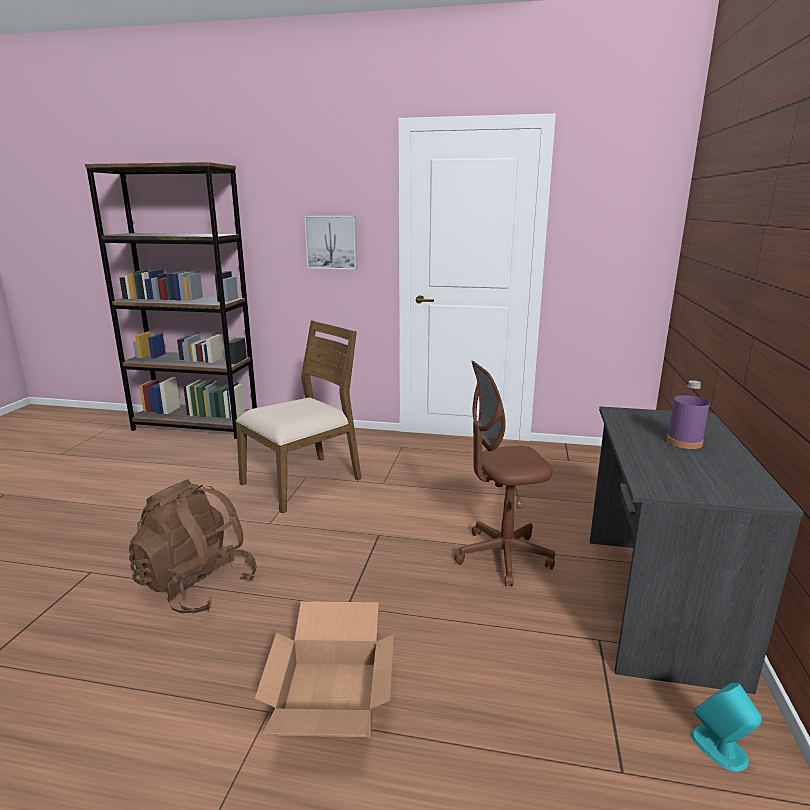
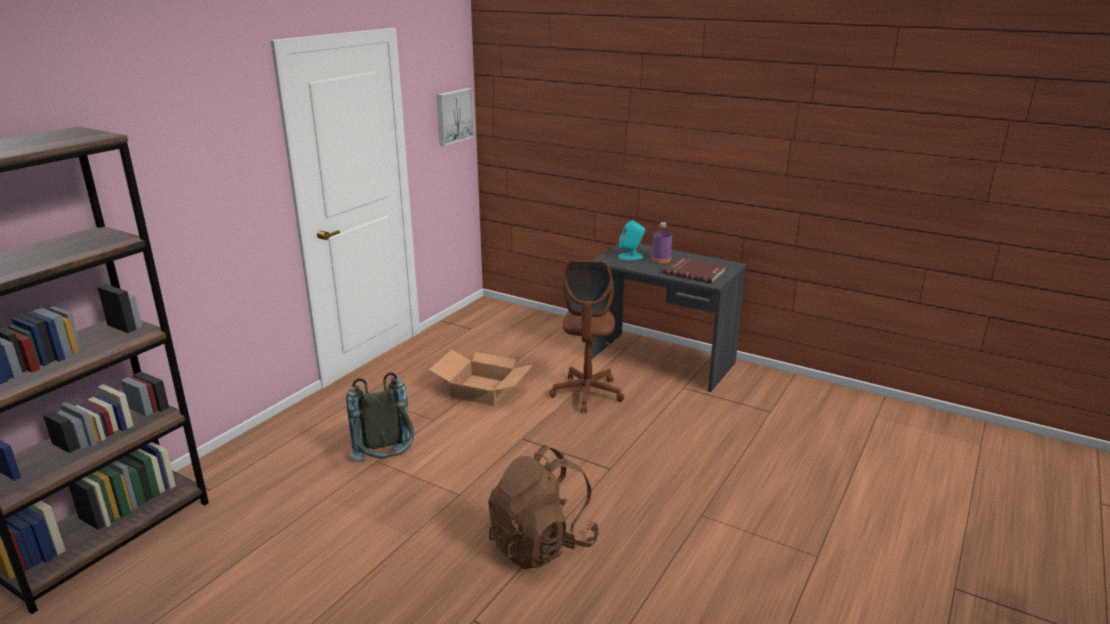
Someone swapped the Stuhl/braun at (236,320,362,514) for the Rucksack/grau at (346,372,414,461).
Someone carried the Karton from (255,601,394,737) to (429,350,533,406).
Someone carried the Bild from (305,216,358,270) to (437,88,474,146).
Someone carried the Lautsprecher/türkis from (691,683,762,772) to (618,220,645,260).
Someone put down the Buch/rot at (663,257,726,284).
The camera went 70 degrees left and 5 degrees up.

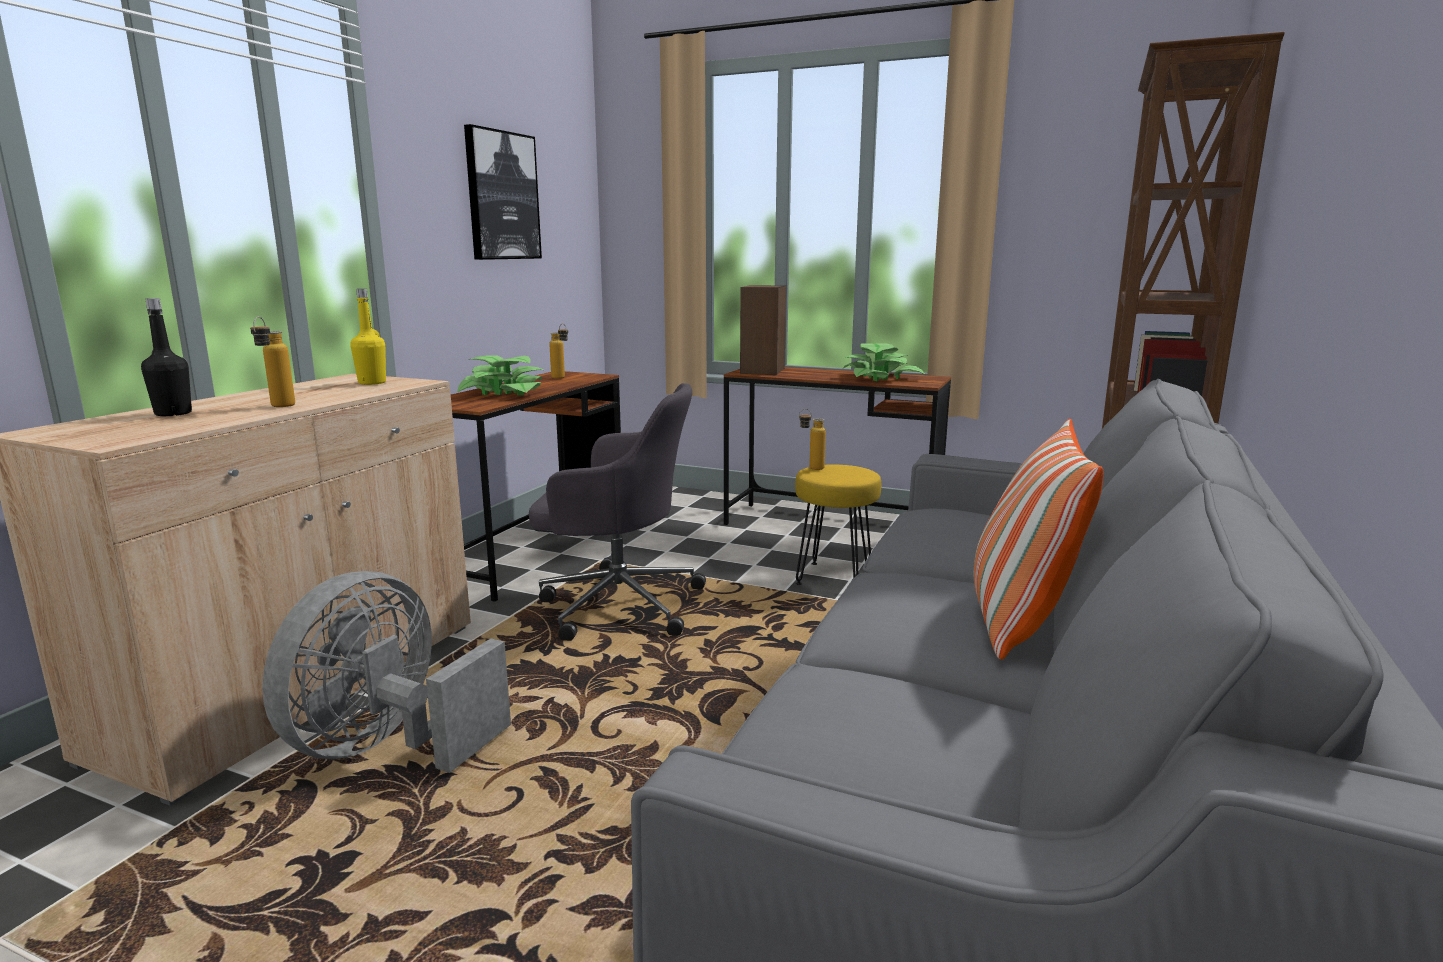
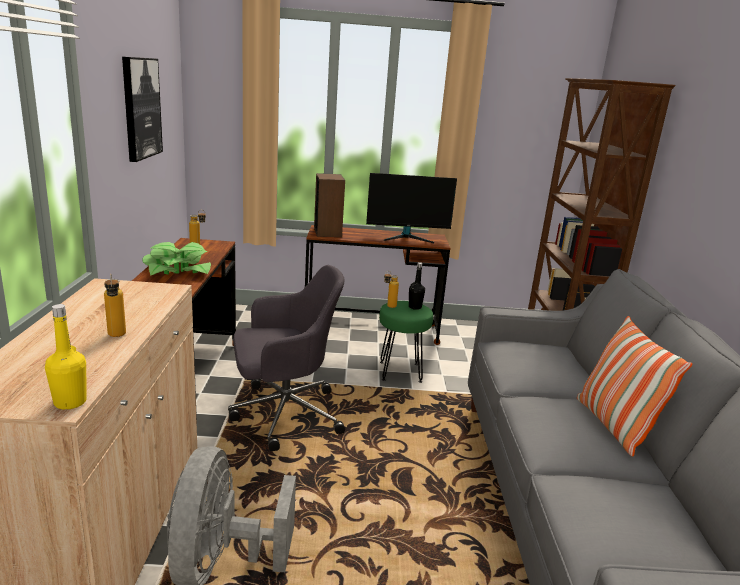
Someone carried the Flasche/gelb from (351,289,386,385) to (45,304,87,410).
Someone swapped the Topfpflanze at (843,343,925,381) for the Monitor at (366,173,457,243).
Someone repainted the Hocker/gelb at (795,464,881,585), which became the Hocker/grün at (379,301,433,383).
Someone carried the Flasche/schwarz from (141,298,192,416) to (409,262,425,310).
The camera went 25 degrees left and 5 degrees up.

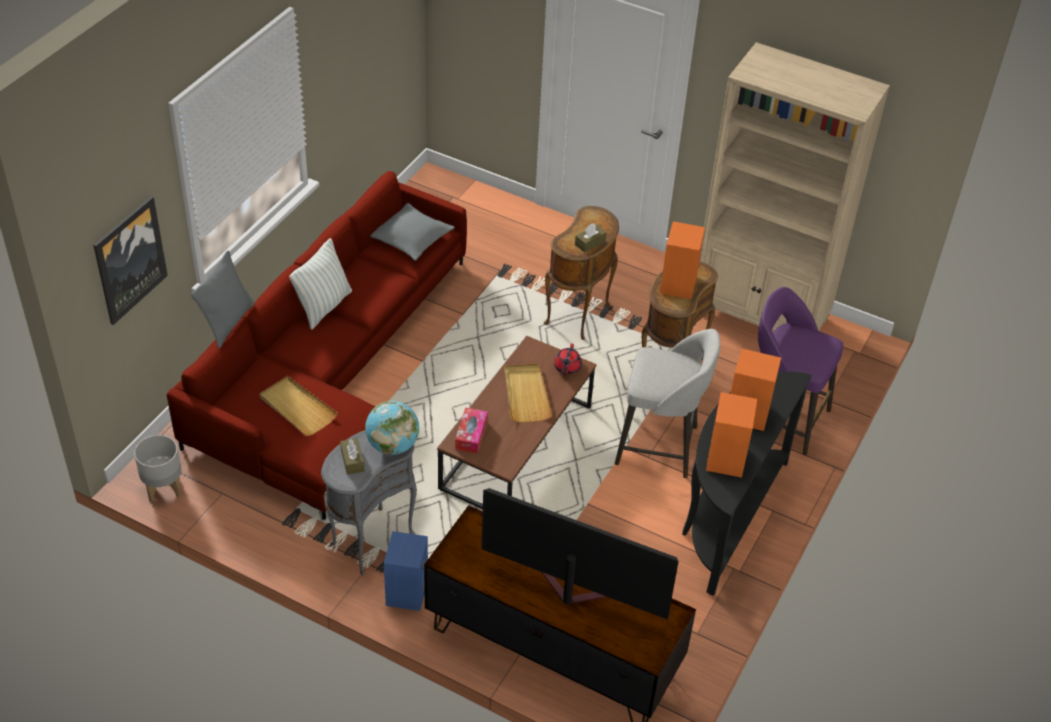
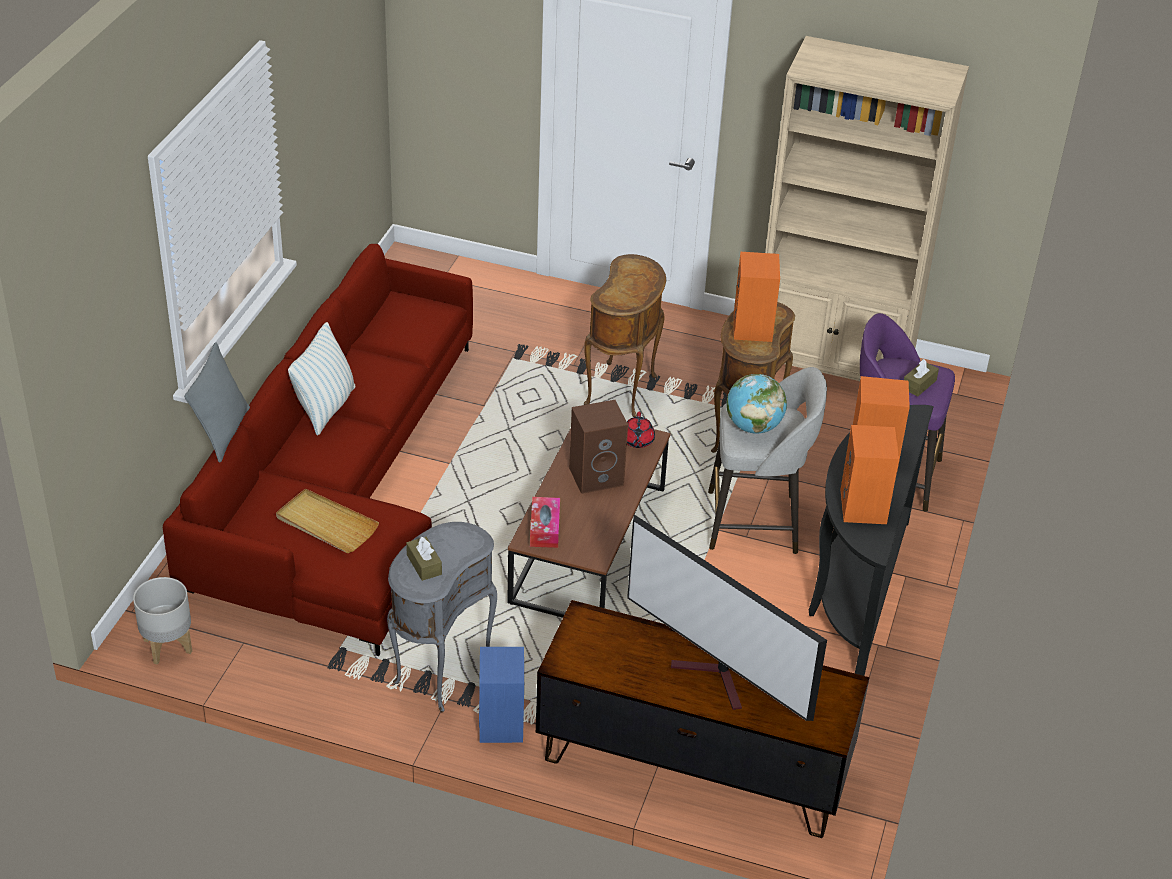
Someone swapped the Tablett/beige at (504,363,552,422) for the Lautsprecher/braun at (569,400,628,494).
Someone rotated the Fernseher at (482,488,679,620) by 150 degrees counterclockwise.
Someone carried the Globus from (365,401,419,455) to (727,374,787,434).
Someone carried the Taschentuchbox/braun from (575,223,607,253) to (904,359,939,396).
Someone took away the Bild at (93,196,168,325).
Someone took away the Kissen/grau at (371,203,455,261).
The camera went 10 degrees left and 5 degrees down.

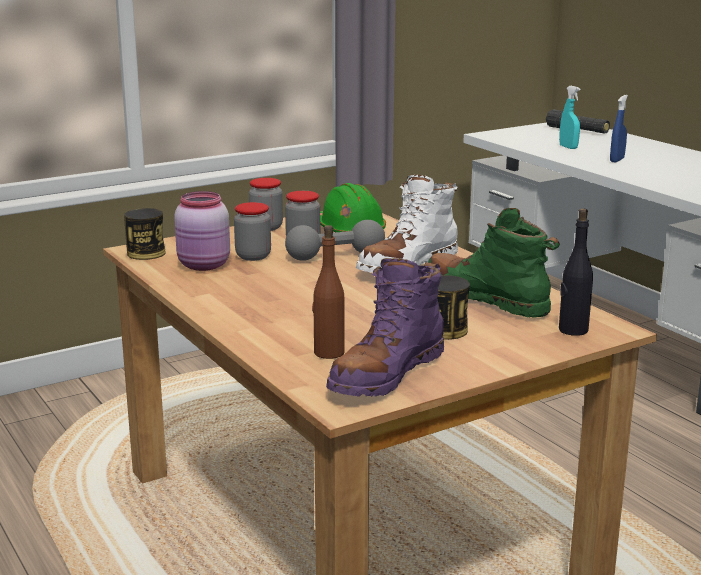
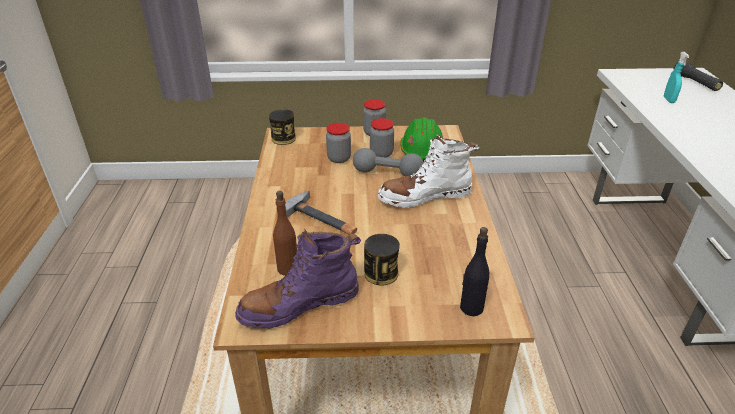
Someone put down the Hammer at (285,190,357,234).
Someone took away the Vorratsglas/rosa at (174,191,230,271).
Someone took away the Stiefel/grün at (428,208,560,318).
Someone took away the Sprühflasche/blau at (610,95,628,163).
The camera went 30 degrees right and 15 degrees up.

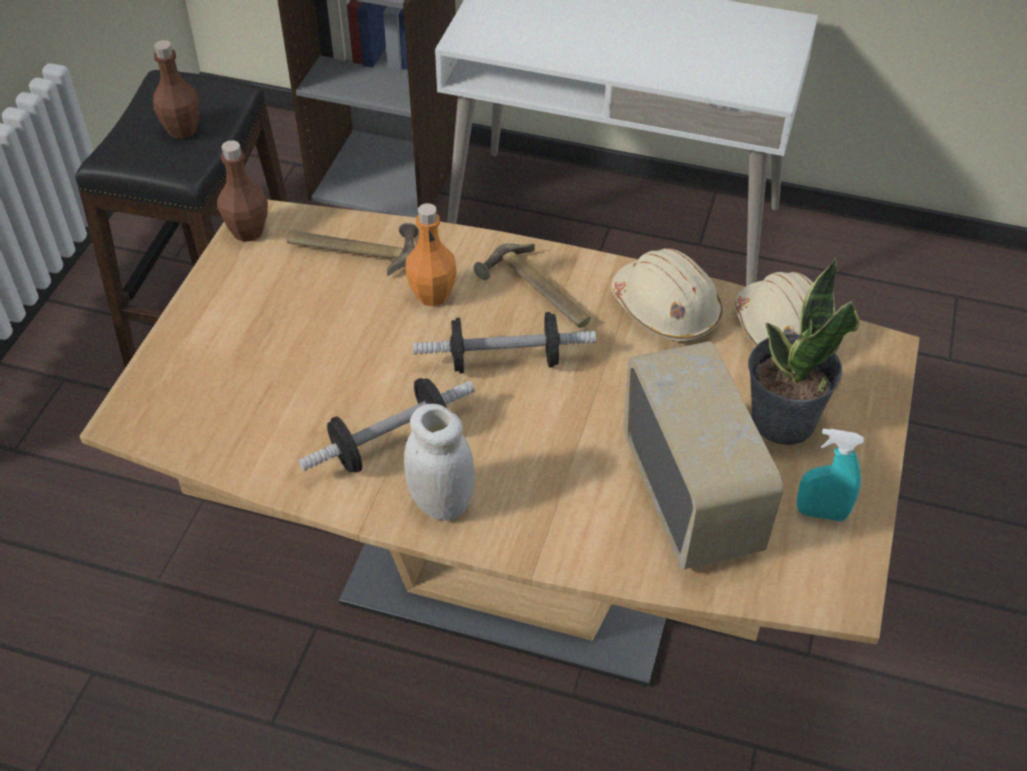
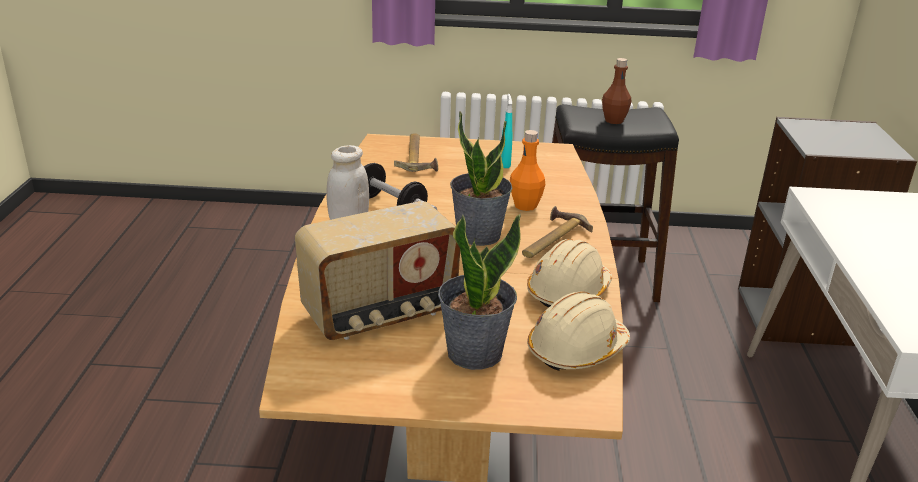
Someone carried the Hammer from (287,223,419,276) to (394,133,438,172).
Someone swapped the Hantel at (413,312,596,373) for the Topfpflanze at (450,111,512,246).
Someone carried the Sprühflasche/türkis from (797,428,864,521) to (501,94,512,168).
Someone took away the Flasche/braun at (217,140,268,242).
The camera went 75 degrees right and 20 degrees down.

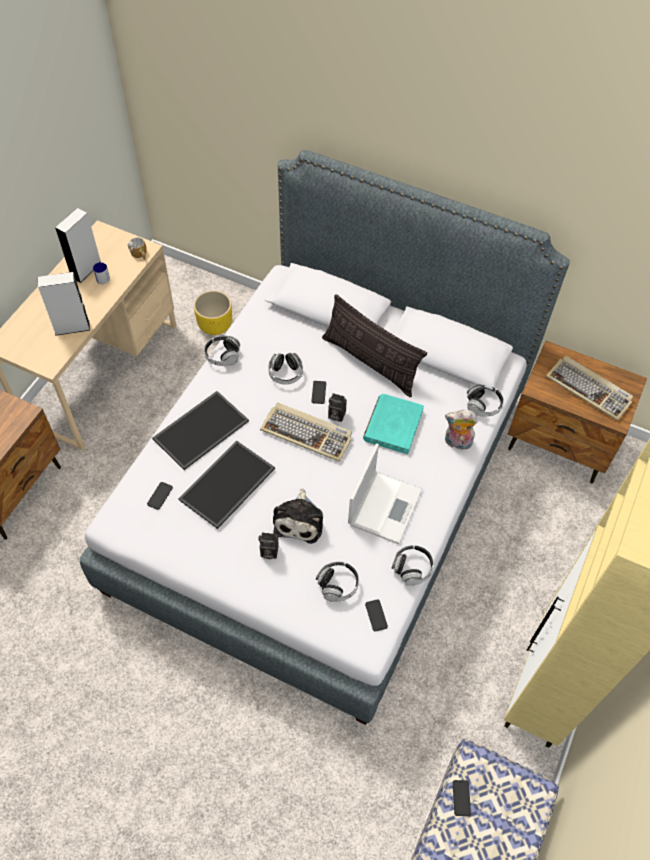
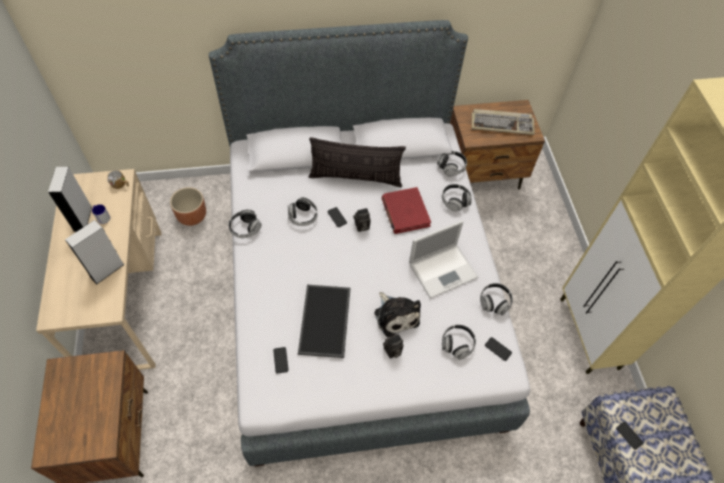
Someone repainted the Pflanzkübel/gelb at (194,290,232,335), which became the Pflanzkübel/braun at (170,187,206,226).
Someone repainted the Buch/türkis at (363,394,424,454), which became the Buch/rot at (382,187,431,234).
Someone rotated the Laptop at (348,444,423,544) by 75 degrees clockwise.
Someone swapped the Plüschtier at (445,410,478,450) for the Kopfhörer at (442,184,472,212).
Someone took away the Tablett at (152,391,249,470).
Someone took away the Tastatur at (260,403,352,462).
The camera went 35 degrees left and 0 degrees up.

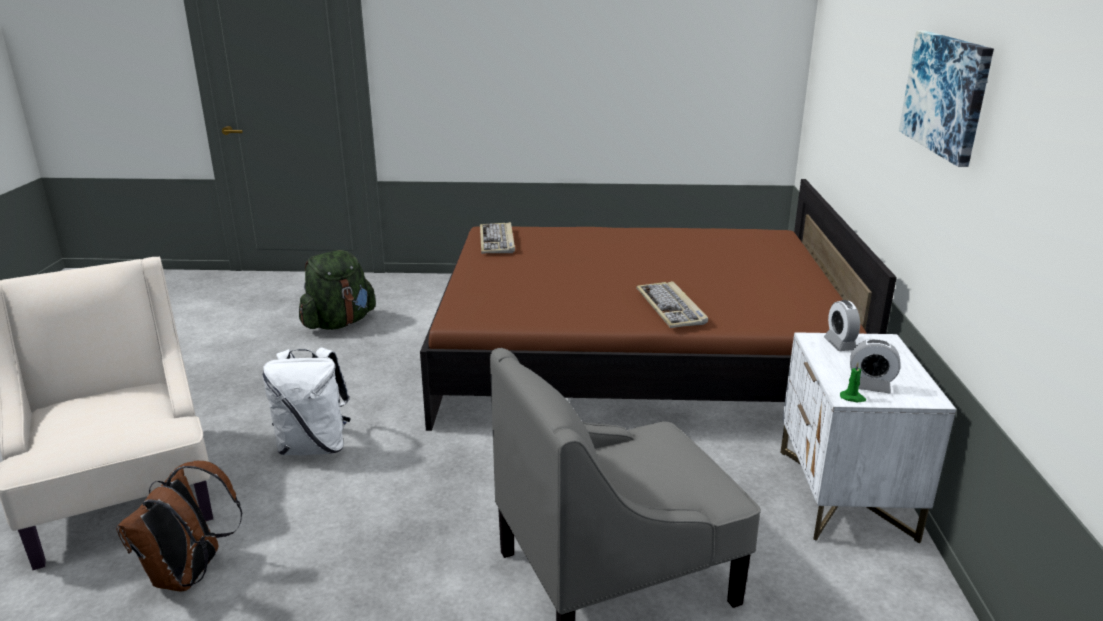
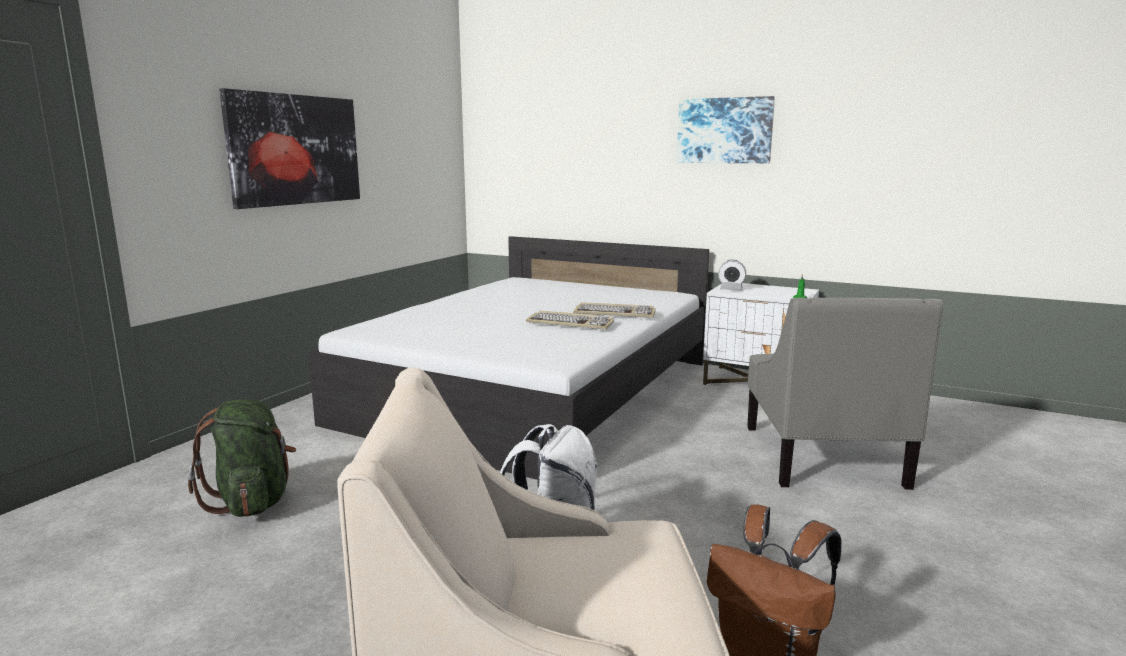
Someone put up the Bild at (219,88,360,209).
Someone repainted the Bett/braun at (420,179,897,431), which became the Bett/weiß at (308,236,709,480).
Someone carried the Tastatur from (480,222,515,254) to (526,311,614,329).
Someone took away the Wecker at (850,339,901,394).
The camera went 65 degrees left and 10 degrees down.

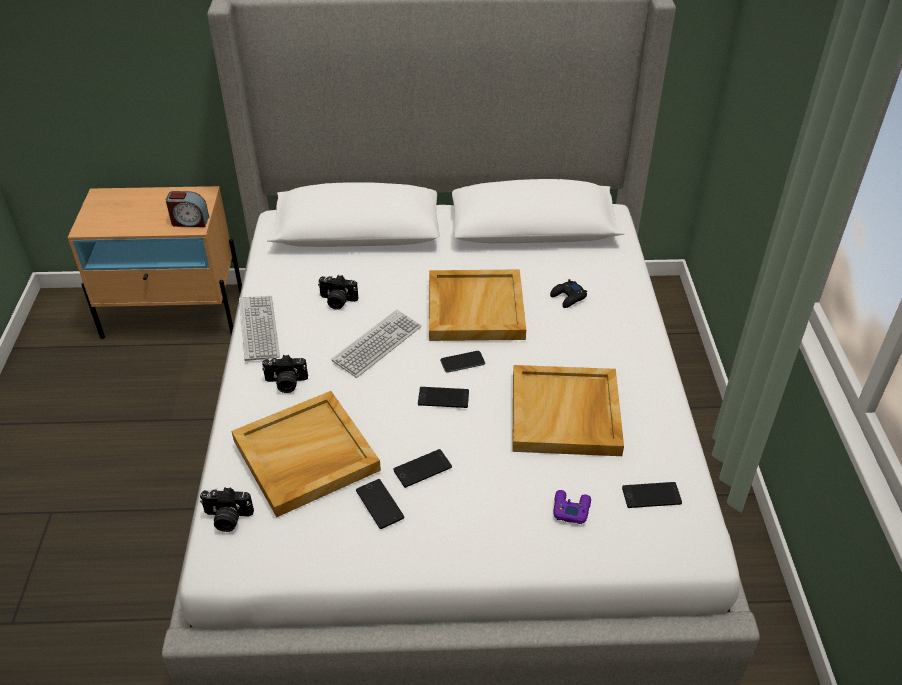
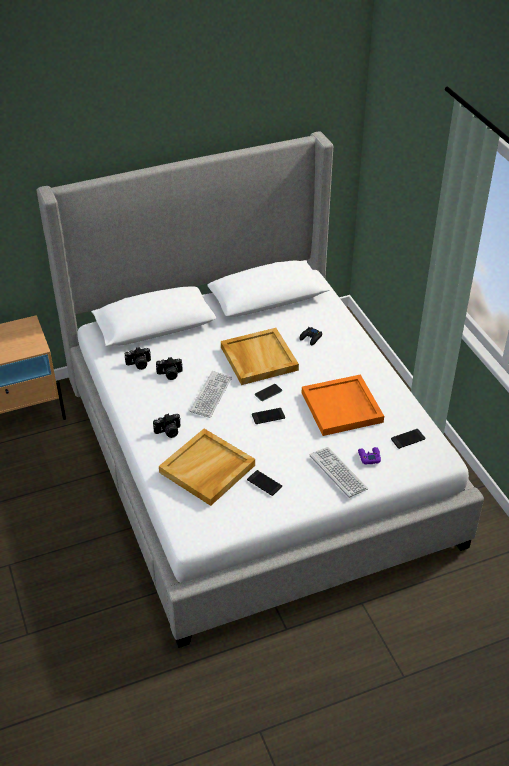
Someone carried the Kamera from (200,487,254,532) to (124,347,151,370).
Someone repainted the Tablett/beige at (512,365,624,456), which became the Tablett/orange at (302,374,384,436).
Someone carried the Tastatur from (239,296,280,361) to (310,447,368,498).
Someone took away the Wecker at (166,191,209,227).
Someone took away the Handy at (393,449,452,488).
The camera went 20 degrees left and 0 degrees up.

